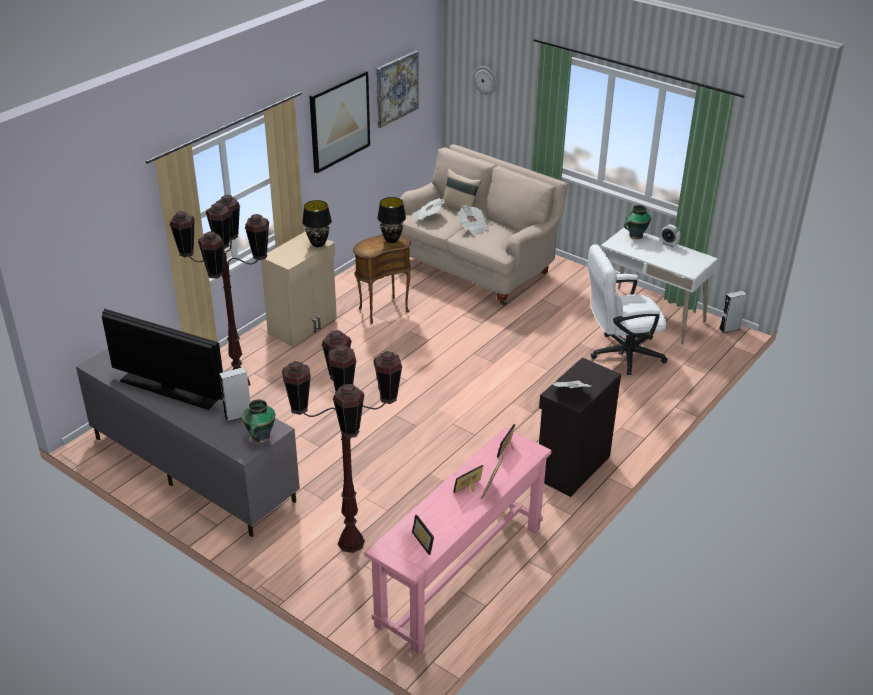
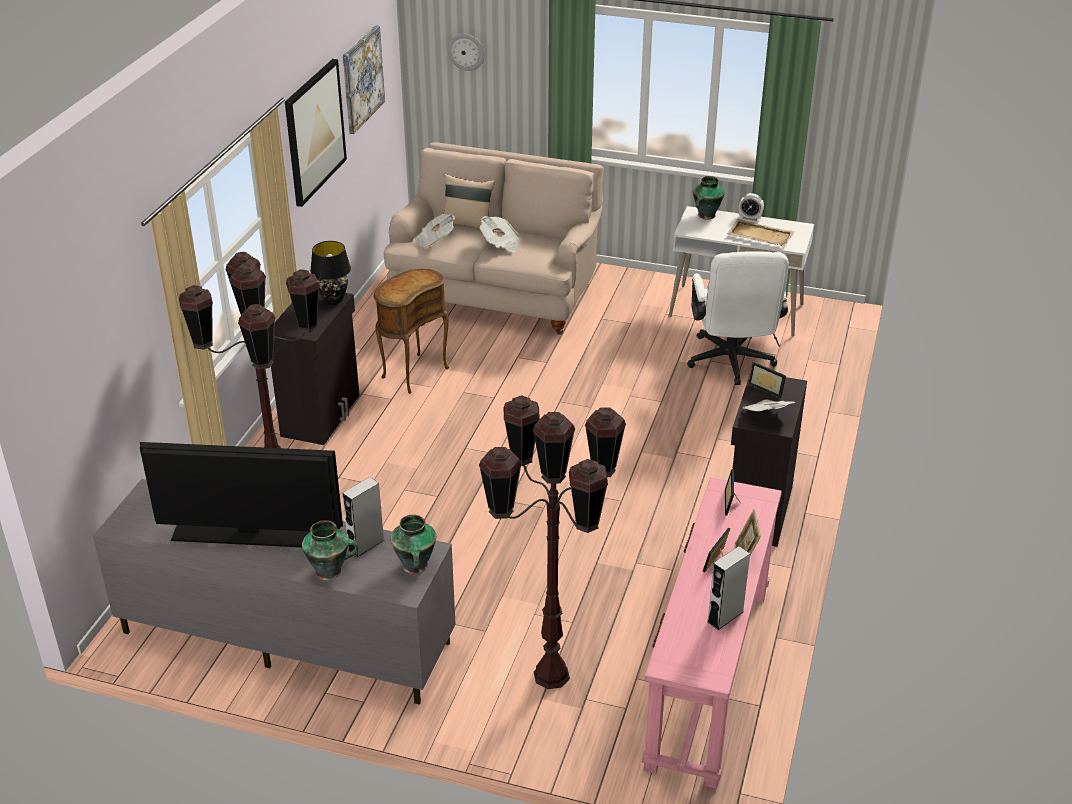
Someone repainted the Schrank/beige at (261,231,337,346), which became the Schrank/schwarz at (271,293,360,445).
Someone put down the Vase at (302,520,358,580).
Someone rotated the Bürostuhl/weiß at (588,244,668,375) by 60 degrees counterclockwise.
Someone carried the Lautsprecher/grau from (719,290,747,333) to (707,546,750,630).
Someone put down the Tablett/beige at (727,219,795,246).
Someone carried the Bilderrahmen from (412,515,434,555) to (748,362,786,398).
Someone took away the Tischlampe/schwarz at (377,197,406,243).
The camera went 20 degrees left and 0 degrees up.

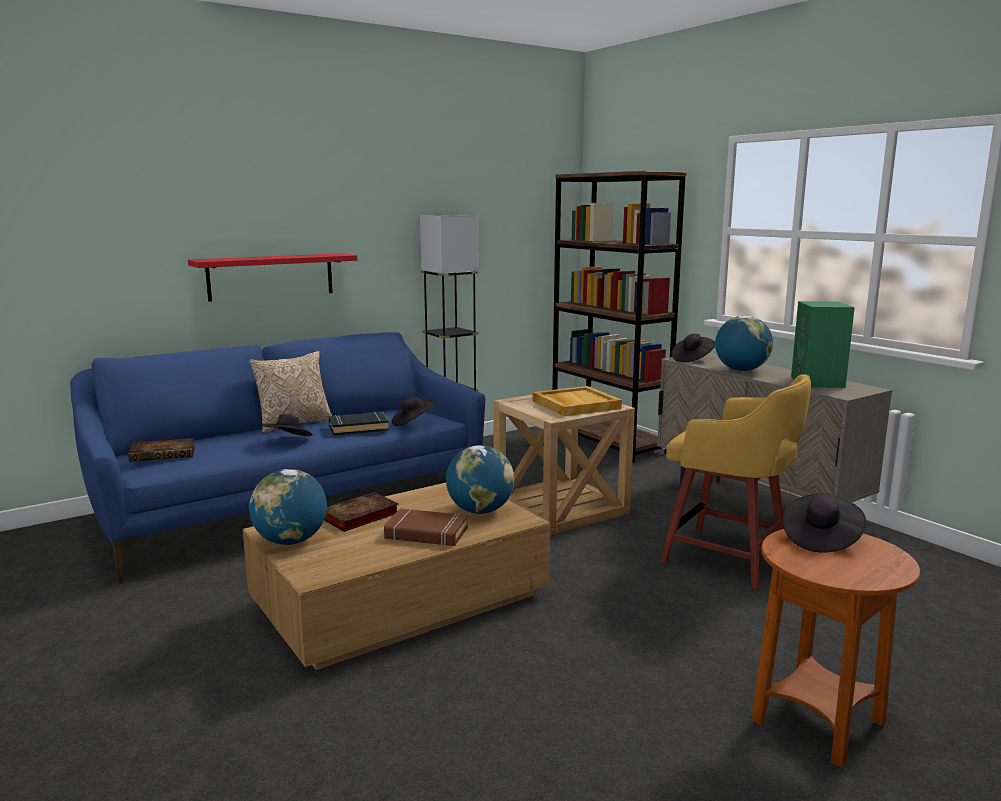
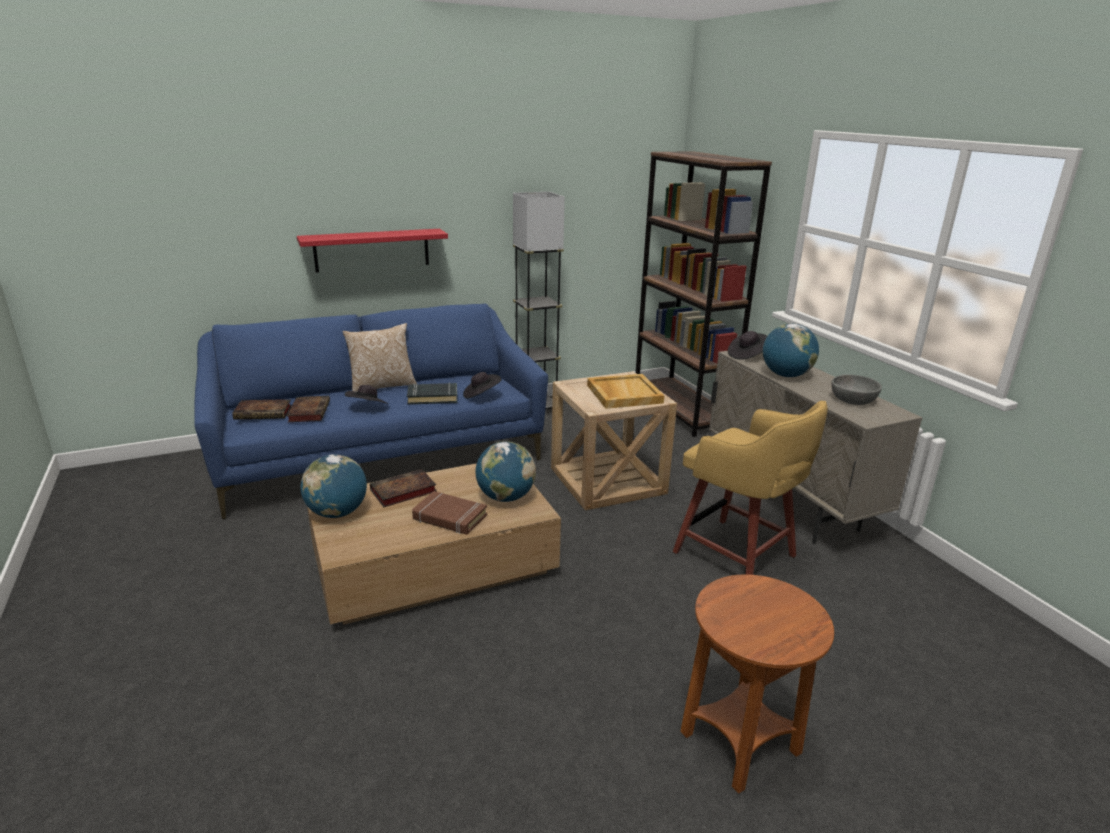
Someone put down the Buch at (287,396,330,422).
Someone swapped the Lautsprecher/grün at (791,301,855,388) for the Schüssel/grau at (831,375,882,405).
Someone took away the Hut/schwarz at (783,494,867,553).
The camera went 10 degrees right and 10 degrees up.

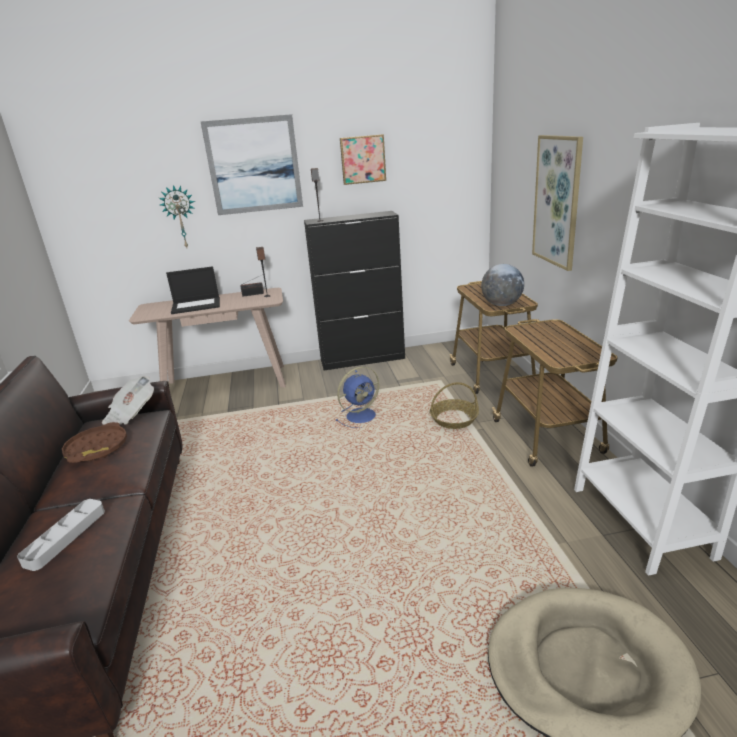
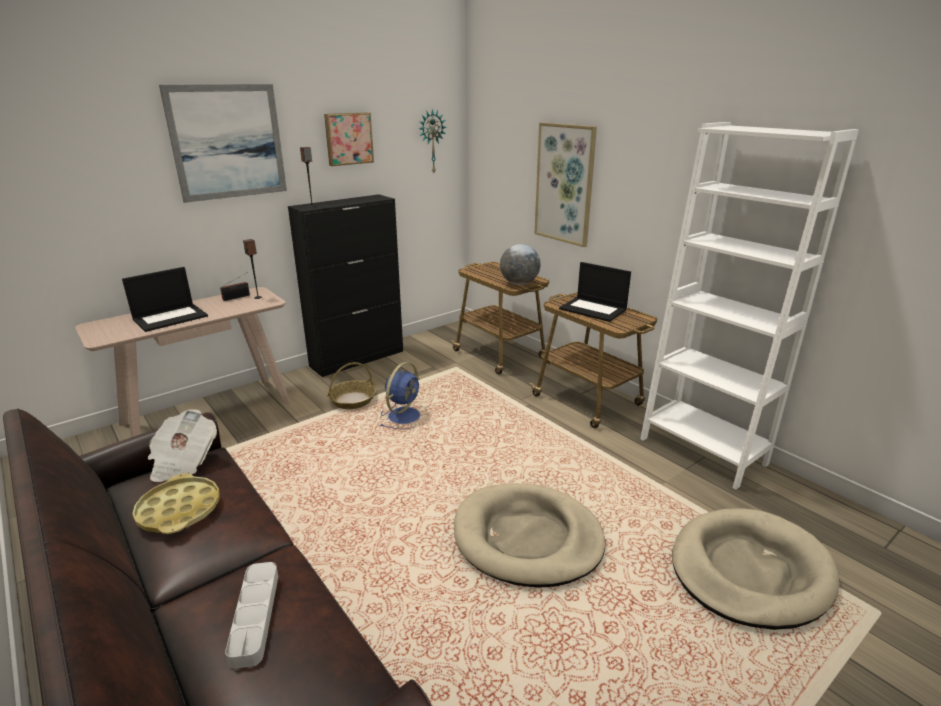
Someone repainted the Tablett/braun at (62,422,127,463), which became the Tablett/gelb at (133,473,220,534).
Someone carried the Korb from (430,382,479,429) to (327,362,376,409).
Someone carried the Wanduhr from (159,185,195,248) to (419,109,446,173).
Someone put down the Hundebett/beige at (454,483,605,588).
Someone put down the Laptop at (559,262,631,322).
The camera went 30 degrees left and 0 degrees up.

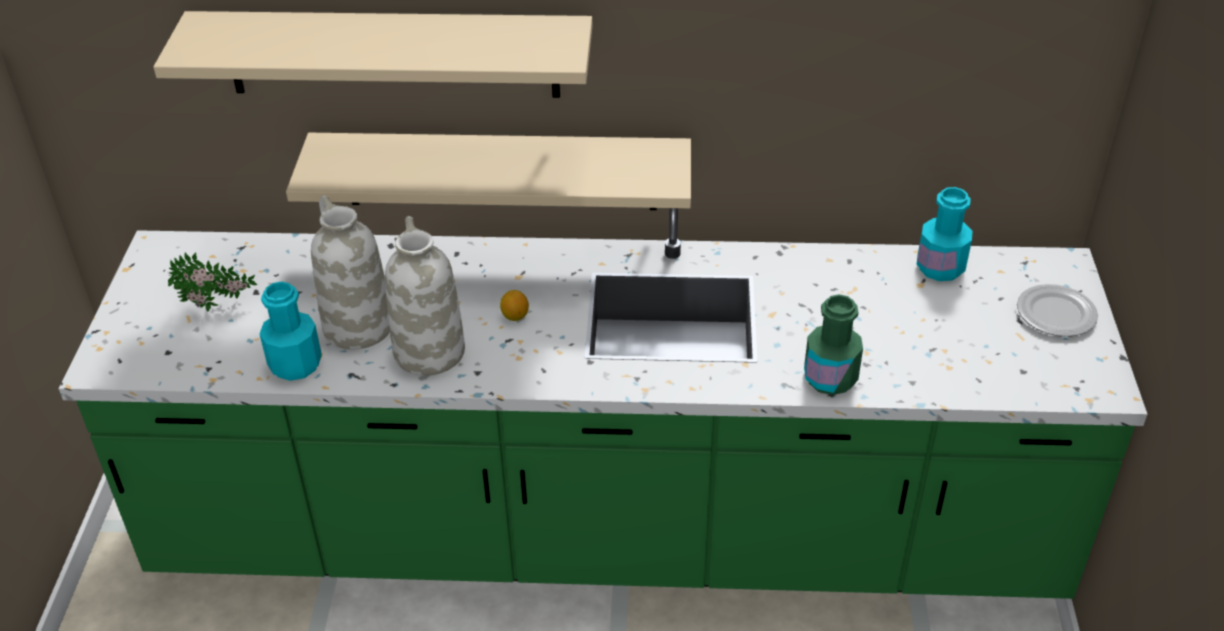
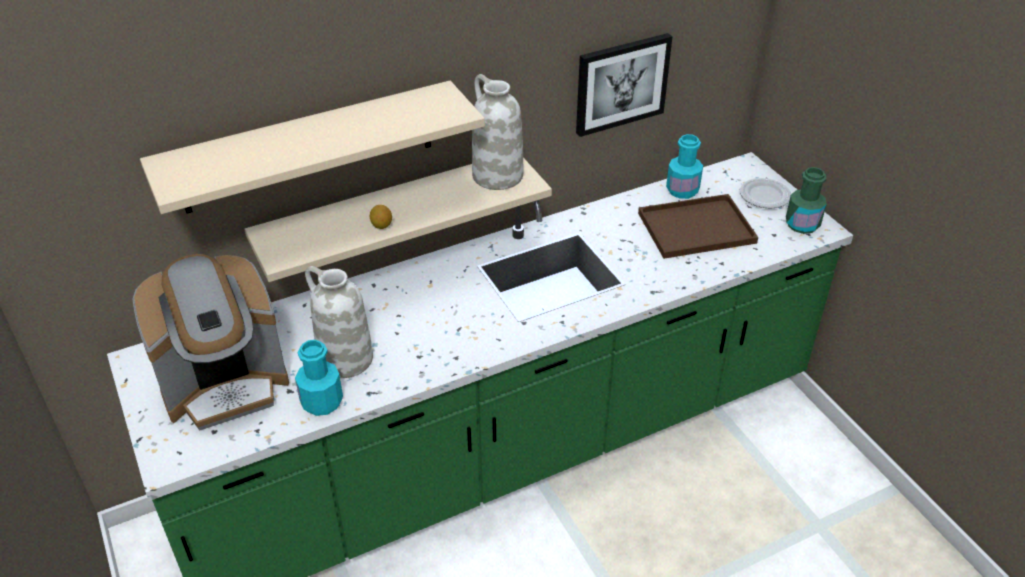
Someone swapped the Topfpflanze at (168,252,257,311) for the Kaffeemaschine at (132,254,289,430).
Someone carried the Zitrone from (500,290,529,321) to (370,205,392,229).
Someone carried the Vase/weiß from (385,216,465,376) to (472,74,523,190).
Someone put up the Bild at (576,33,673,137).
Someone put down the Tablett/braun at (638,194,758,259).
Someone carried the Flasche/grün from (804,294,863,395) to (786,167,827,234).
The camera went 30 degrees left and 0 degrees up.

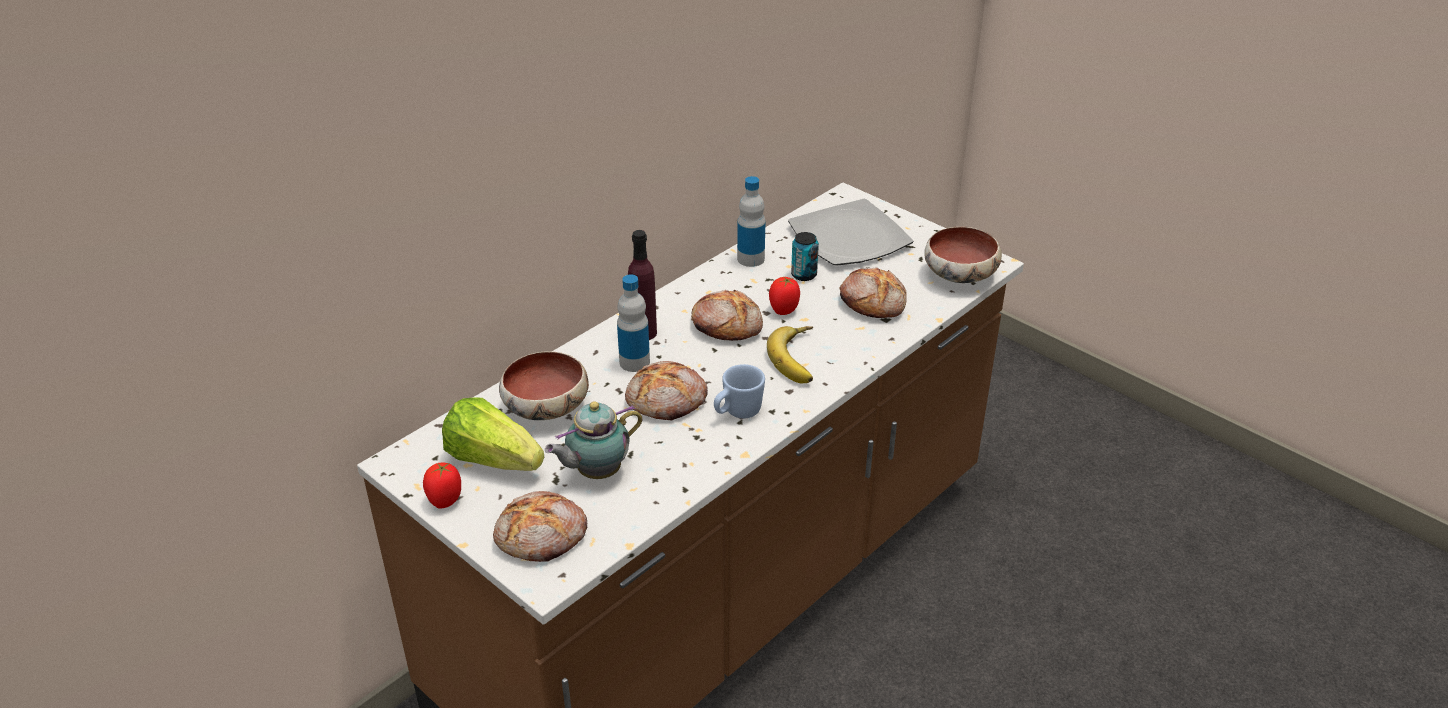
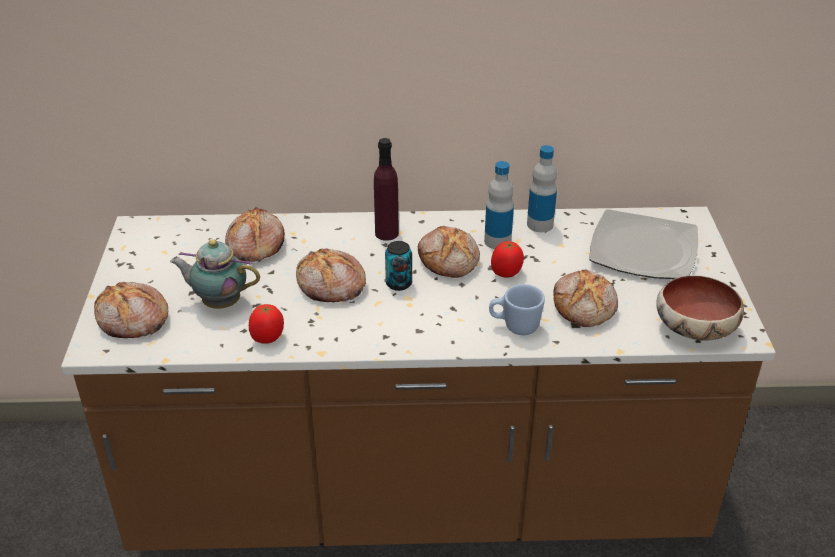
Someone swapped the Schüssel at (499,351,589,420) for the Brot at (225,207,285,262).
Someone carried the Tomate from (423,462,461,508) to (249,304,284,344).
Someone carried the Dose from (791,232,819,281) to (385,241,412,291).
Someone carried the Flasche from (617,274,650,372) to (484,161,514,249).
Someone carried the Henkelbecher/blau from (714,364,765,419) to (489,284,545,335).
Someone took away the Salatkopf at (442,397,544,471).
Someone took away the Banane at (767,326,813,383).
The camera went 45 degrees right and 0 degrees up.

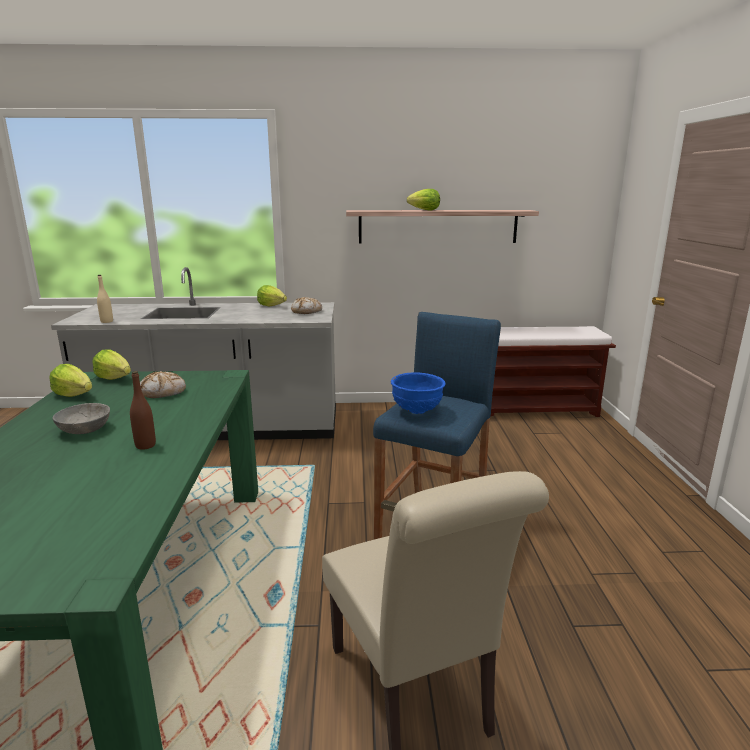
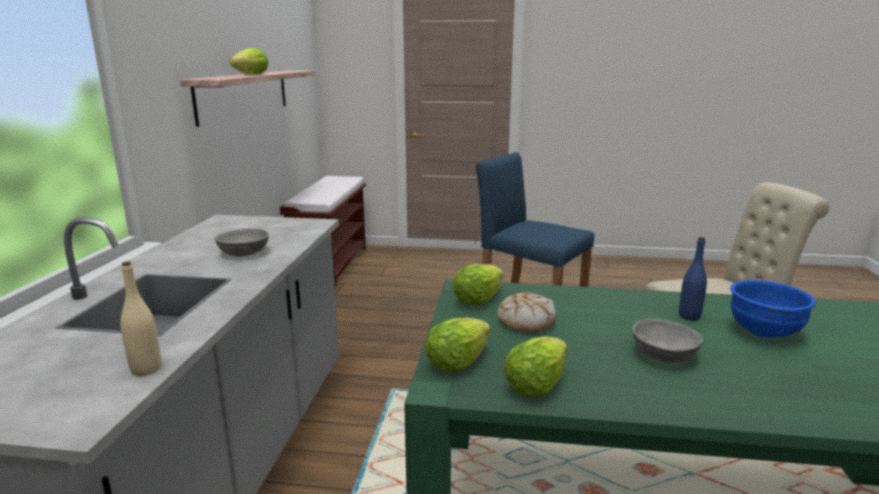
Someone put down the Schüssel/grau at (215,229,269,256).
Someone carried the Salatkopf from (257,285,287,307) to (453,264,504,305).
Someone repainted the Flasche/braun at (130,371,156,450), which became the Flasche/blau at (679,237,707,321).
Someone carried the Schüssel/blau from (391,372,446,414) to (730,280,816,338).
Someone took away the Brot at (291,297,322,314).
The camera went 80 degrees left and 0 degrees up.

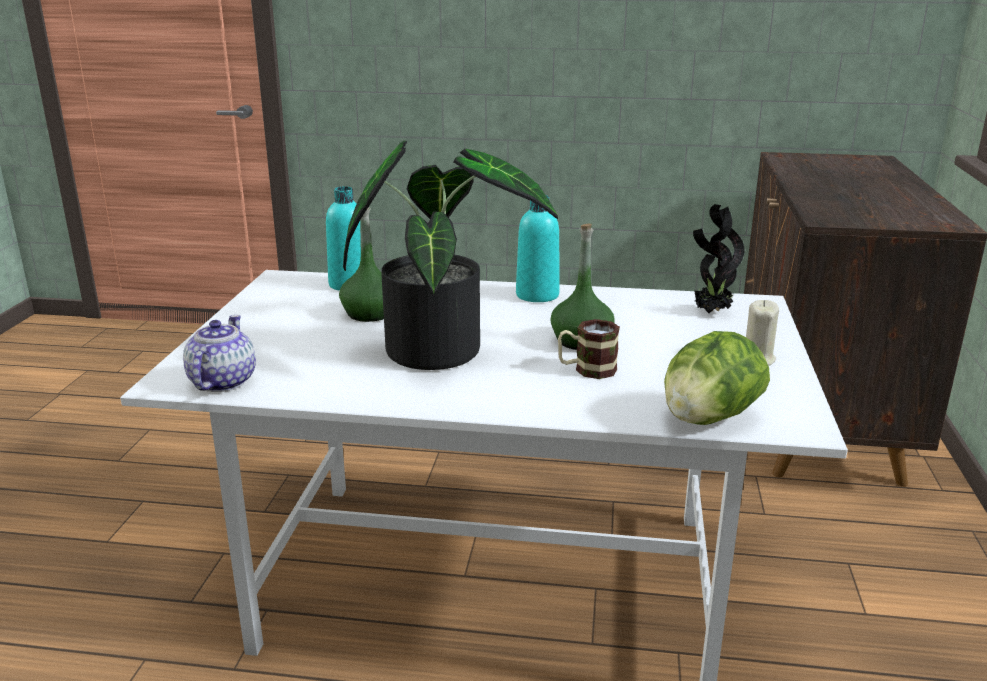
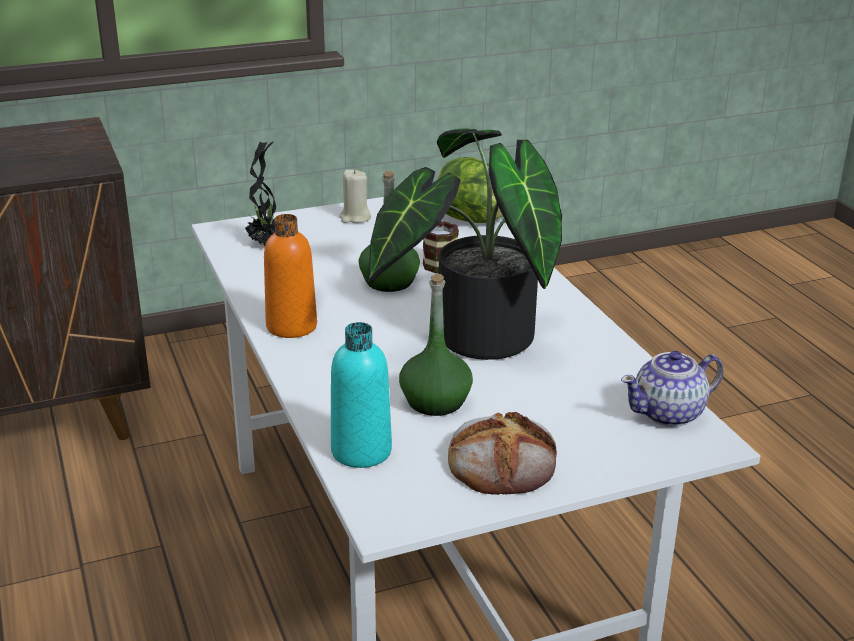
Someone repainted the Flasche/türkis at (516,195,560,302), which became the Flasche/orange at (264,214,317,338).
Someone put down the Brot at (448,412,557,495).
The camera went 120 degrees left and 5 degrees up.

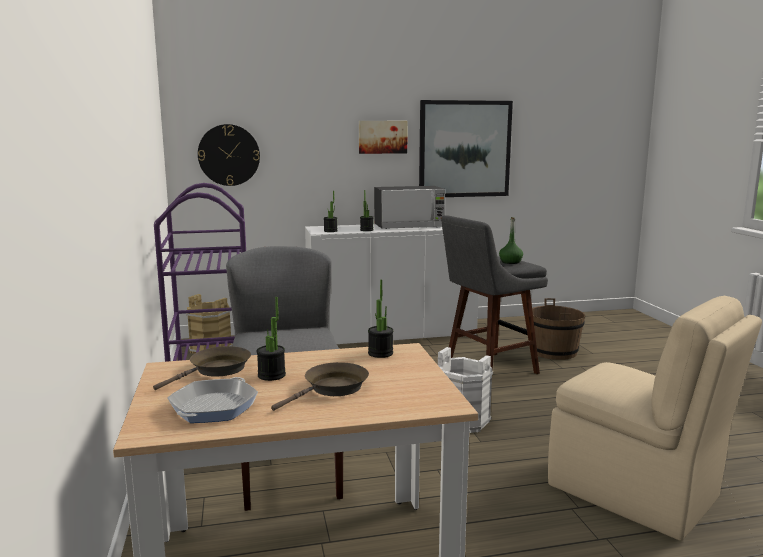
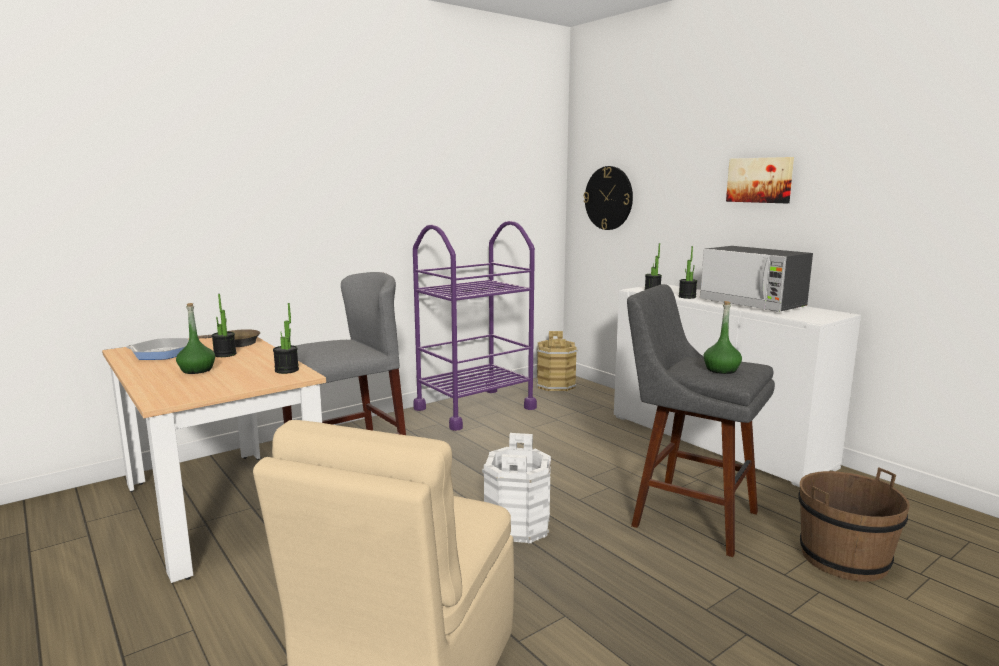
Someone swapped the Pfanne/braun at (271,362,369,411) for the Flasche/grün at (176,303,215,374).
Someone took away the Bild at (419,100,513,197).
The camera went 65 degrees right and 0 degrees up.

